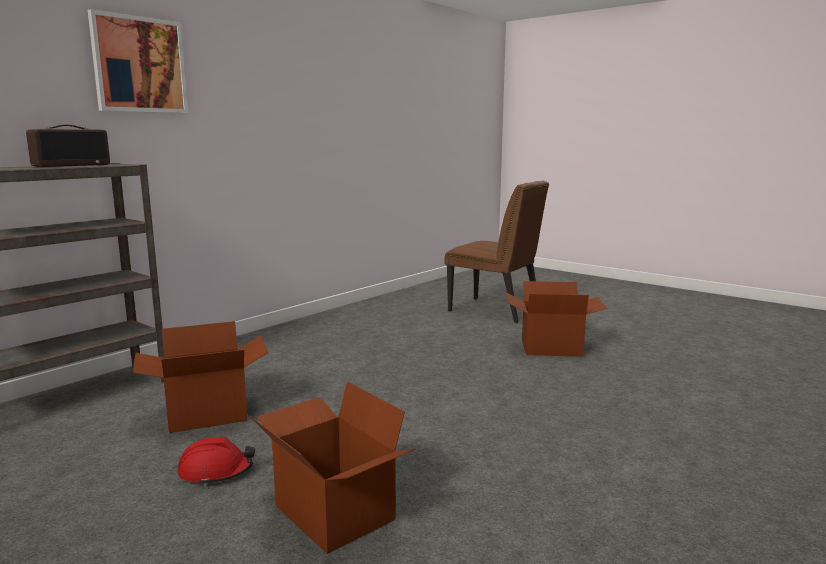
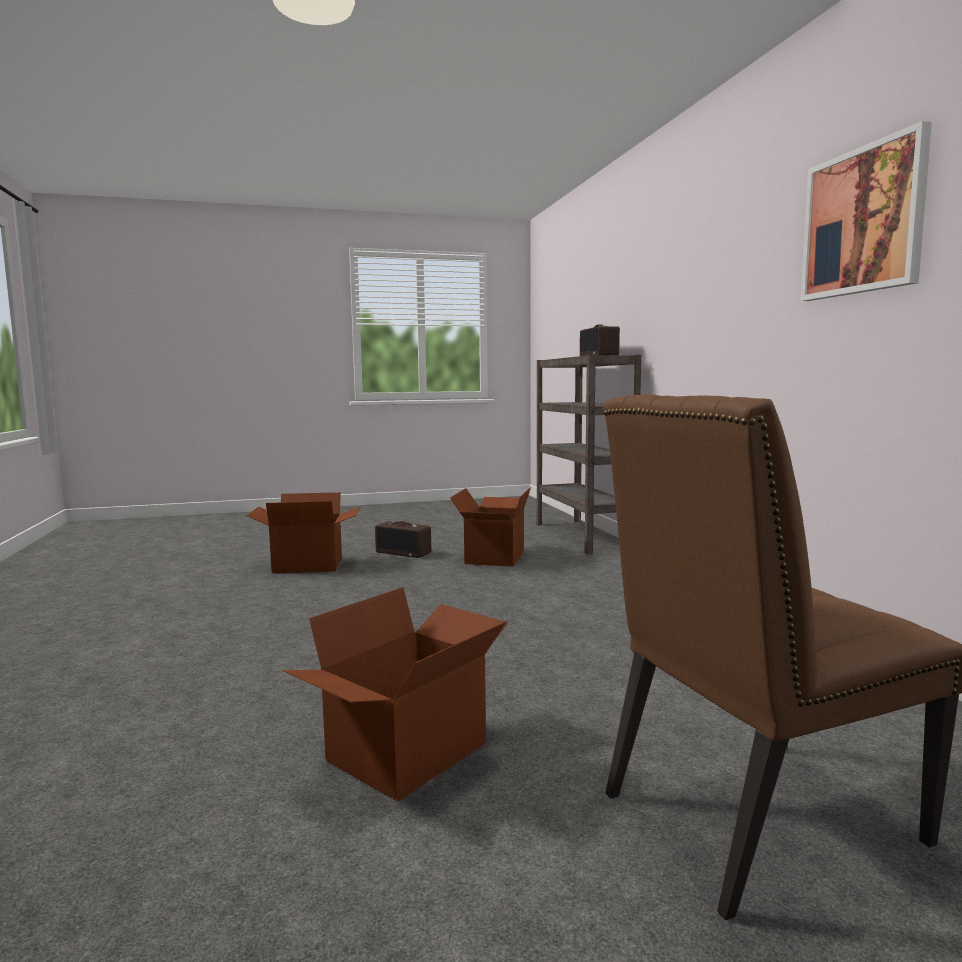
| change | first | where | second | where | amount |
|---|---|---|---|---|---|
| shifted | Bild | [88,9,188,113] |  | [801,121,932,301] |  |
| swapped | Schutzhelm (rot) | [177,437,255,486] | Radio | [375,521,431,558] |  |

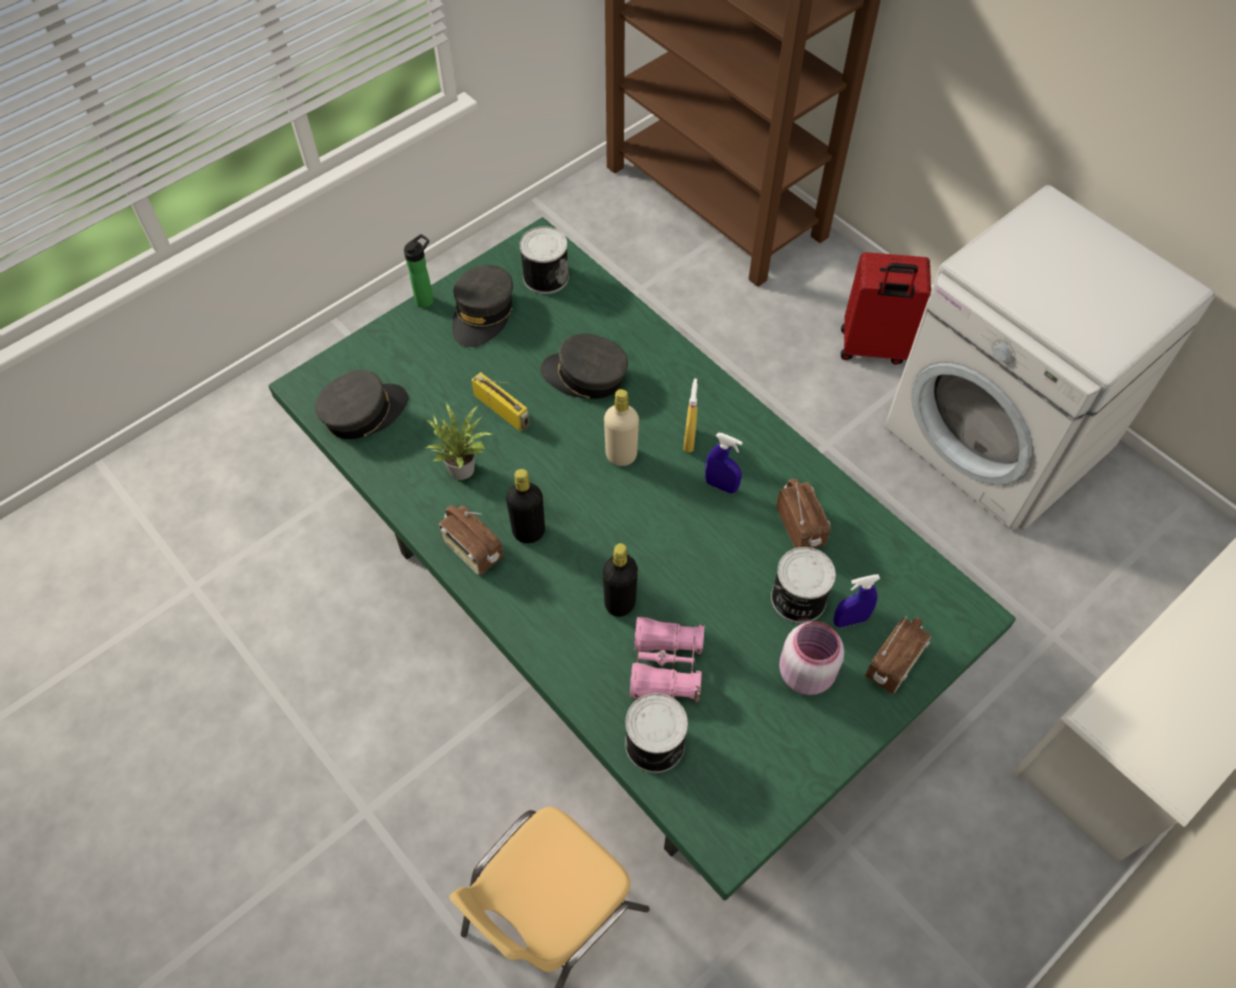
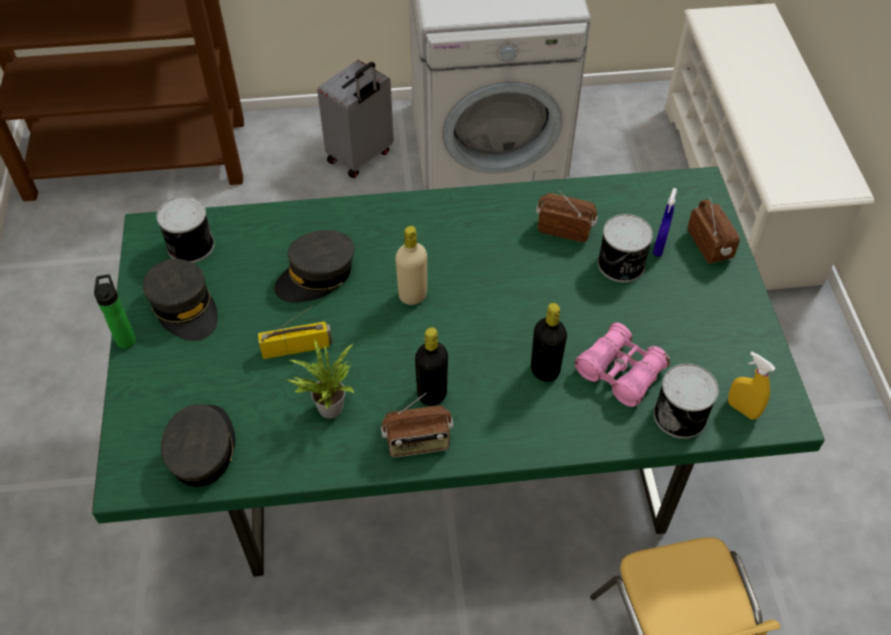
| change | first | where | second | where | amount |
|---|---|---|---|---|---|
| gone | Sprühflasche (blau) | [705,433,743,494] |  |  |  |
| gone | Vorratsglas (rosa) | [779,622,844,695] |  |  |  |
| shifted | Sprühflasche (gelb) | [683,378,698,453] |  | [728,352,776,420] |  |
| repainted | Koffer (rot) | [841,252,931,365] | Koffer (grau) | [317,60,394,178] |  |

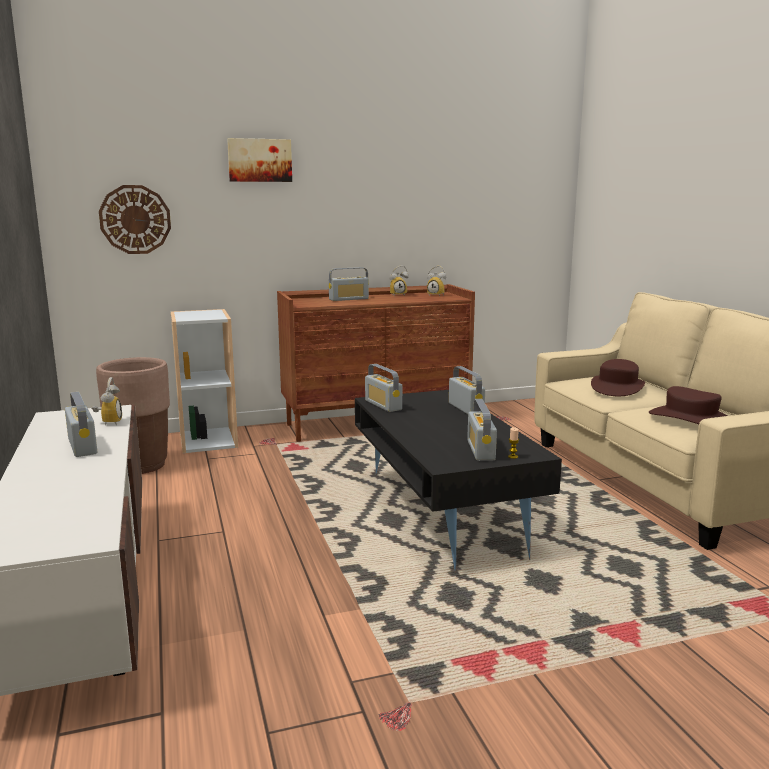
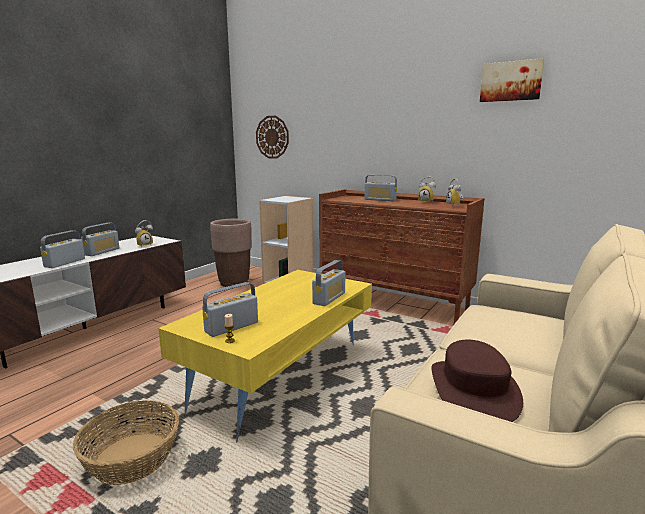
| change | first | where | second | where | amount |
|---|---|---|---|---|---|
| gone | Hut (braun) | [591,359,645,396] |  |  |  |
| new |  |  | Korb | [73,400,179,485] |  |
| shifted | Bild | [227,138,292,182] |  | [480,58,544,102] |  |
| shifted | Radio | [365,364,402,412] |  | [40,230,85,268] |  |
| repainted | Couchtisch (schwarz) | [355,390,562,573] | Couchtisch (gelb) | [158,270,372,442] |  |

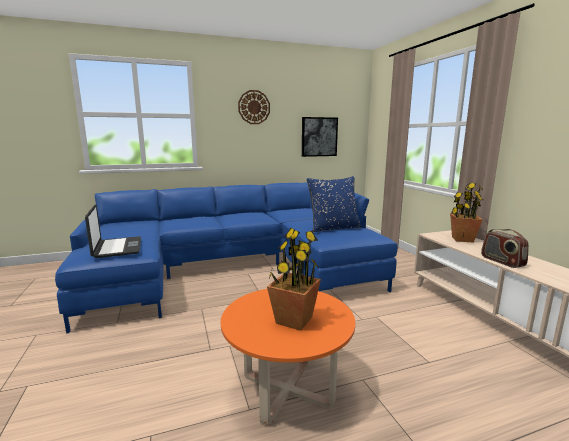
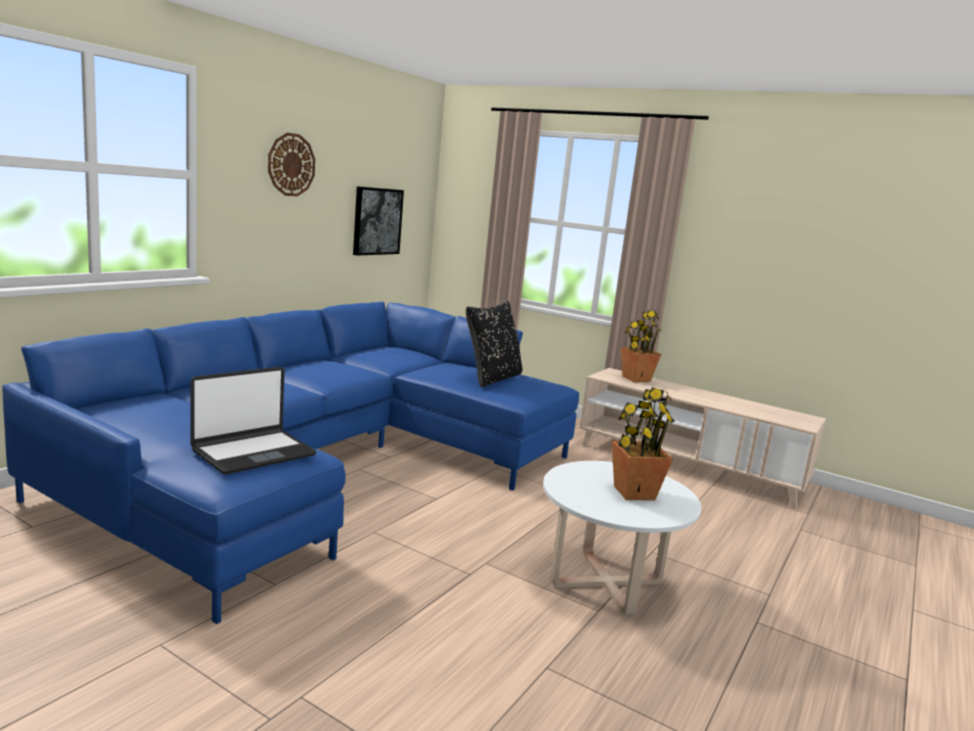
| change | first | where | second | where | amount |
|---|---|---|---|---|---|
| gone | Radio | [481,229,529,268] |  |  |  |
| repainted | Couchtisch (orange) | [221,289,355,426] | Couchtisch (weiß) | [543,461,701,615] |  |
| repainted | Kissen (blau) | [307,176,361,232] | Kissen (schwarz) | [466,300,522,388] |  |
| rotated | Laptop | [85,205,141,258] |  | [190,367,316,474] | 105 degrees clockwise |

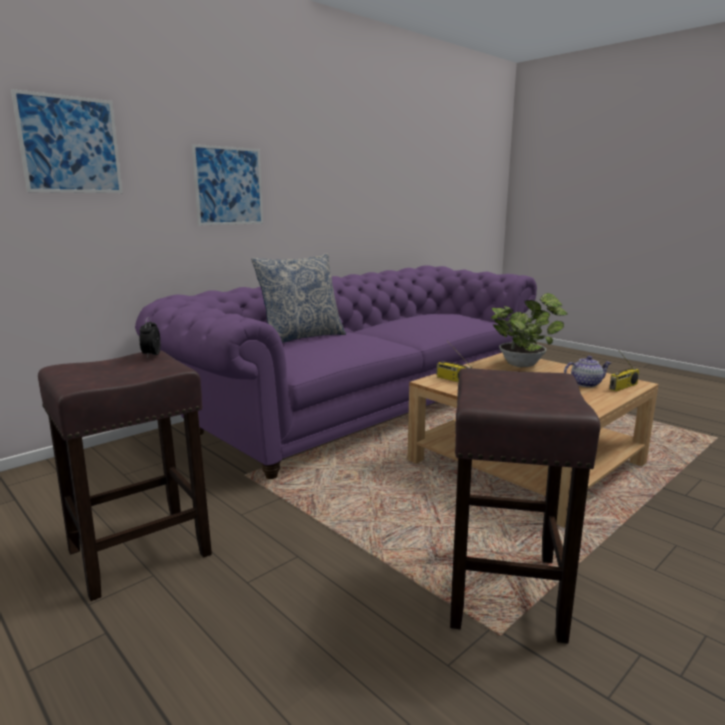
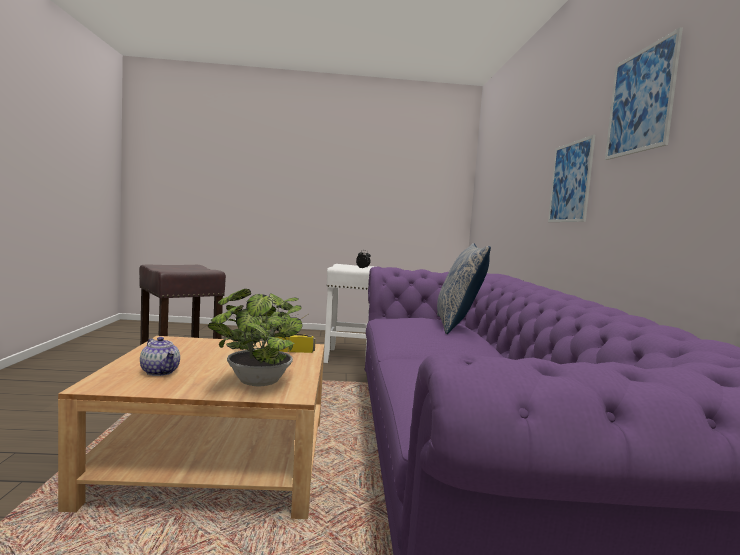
| change | first | where | second | where | amount |
|---|---|---|---|---|---|
| gone | Radio | [609,350,639,392] |  |  |  |
| shifted | Bild | [11,89,123,193] |  | [605,27,683,160] |  |
| repainted | Hocker (braun) | [38,350,212,601] | Hocker (weiß) | [324,264,376,363] |  |
| rotated | Teekanne | [564,356,611,387] |  | [140,337,180,376] | 75 degrees counterclockwise |

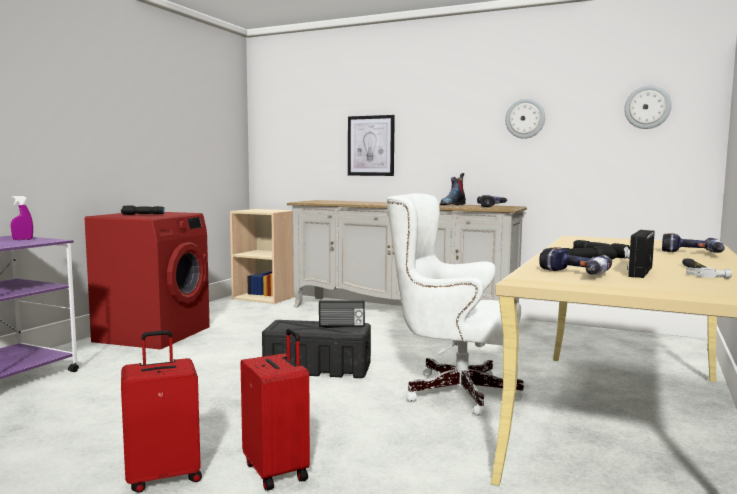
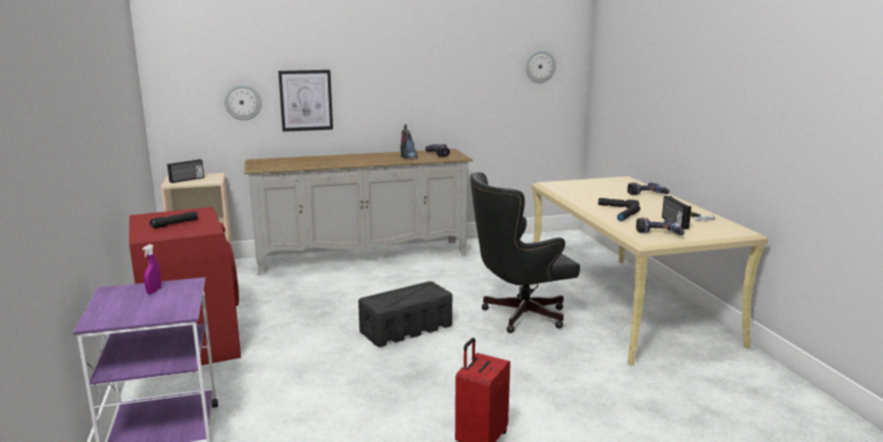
| change | first | where | second | where | amount |
|---|---|---|---|---|---|
| gone | Koffer (rot) | [240,328,310,491] |  |  |  |
| shifted | Radio | [319,300,365,327] |  | [167,159,204,183] |  |
| shifted | Wanduhr | [505,99,545,139] |  | [224,84,262,120] |  |
| repainted | Bürostuhl (weiß) | [387,193,524,416] | Bürostuhl (schwarz) | [470,172,580,333] |  |

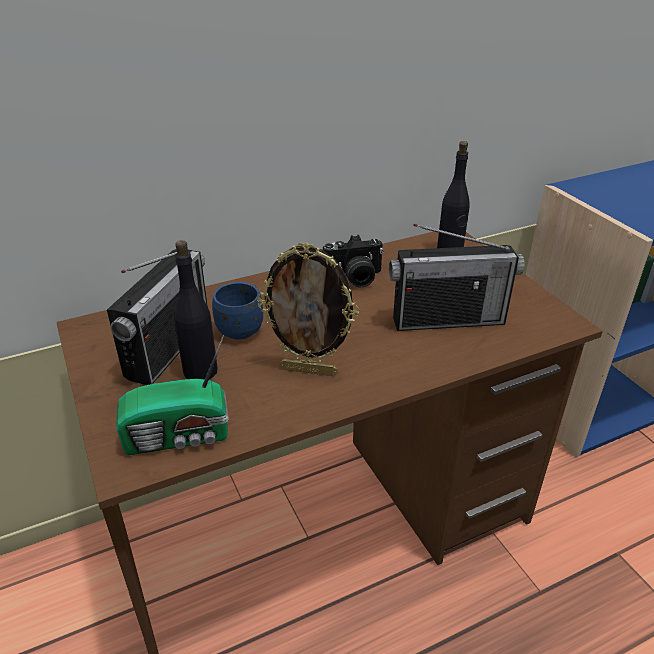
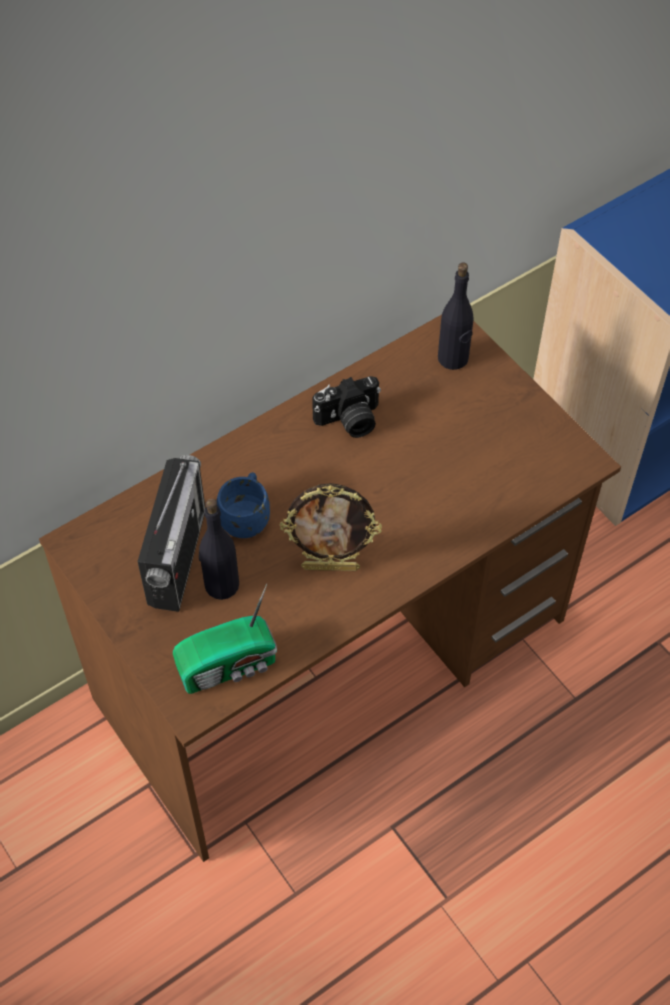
| change | first | where | second | where | amount |
|---|---|---|---|---|---|
| gone | Radio | [389,224,525,331] |  |  |  |

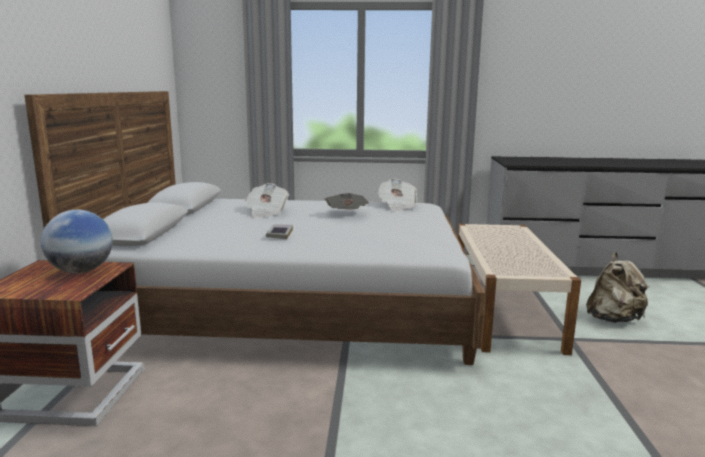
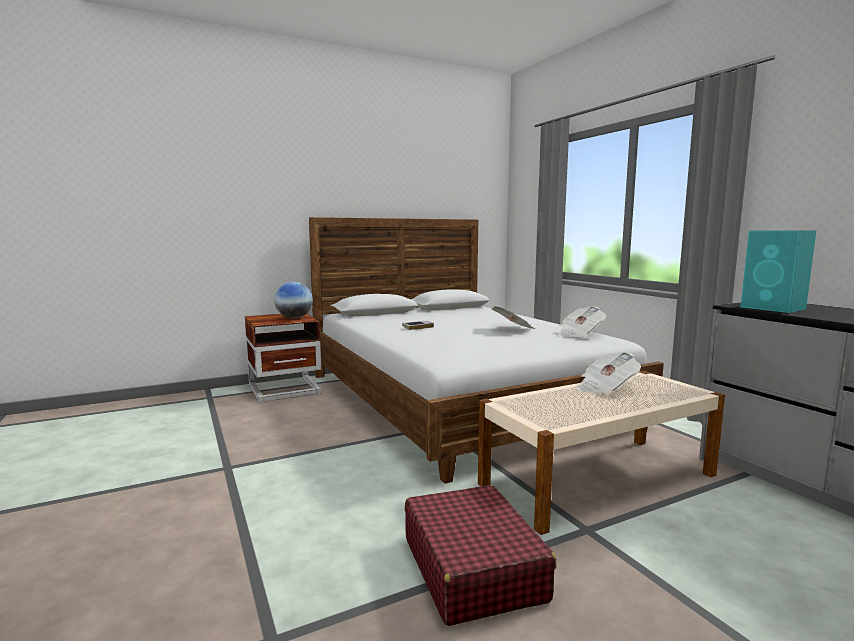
| change | first | where | second | where | amount |
|---|---|---|---|---|---|
| gone | Rucksack (beige) | [586,252,649,323] |  |  |  |
| new |  |  | Koffer (rot) | [405,485,557,626] |  |
| new |  |  | Lautsprecher (türkis) | [741,230,817,313] |  |
| shifted | Zeitung | [246,183,289,218] |  | [576,352,641,394] |  |

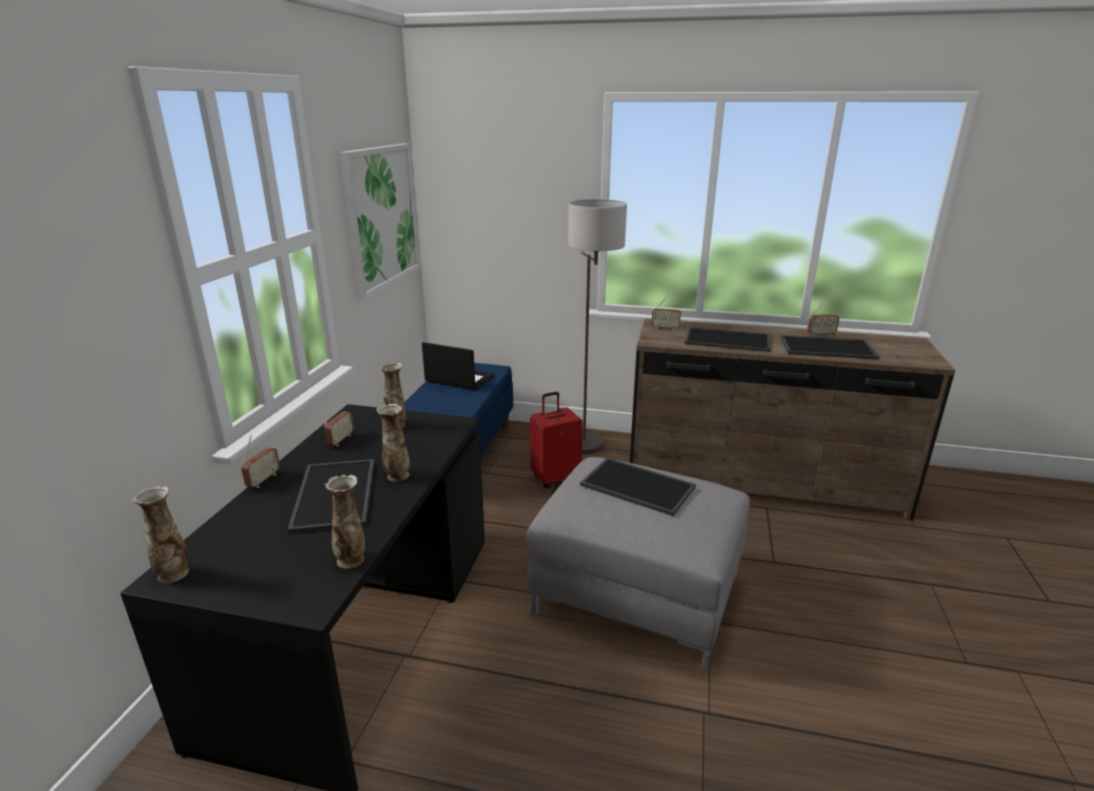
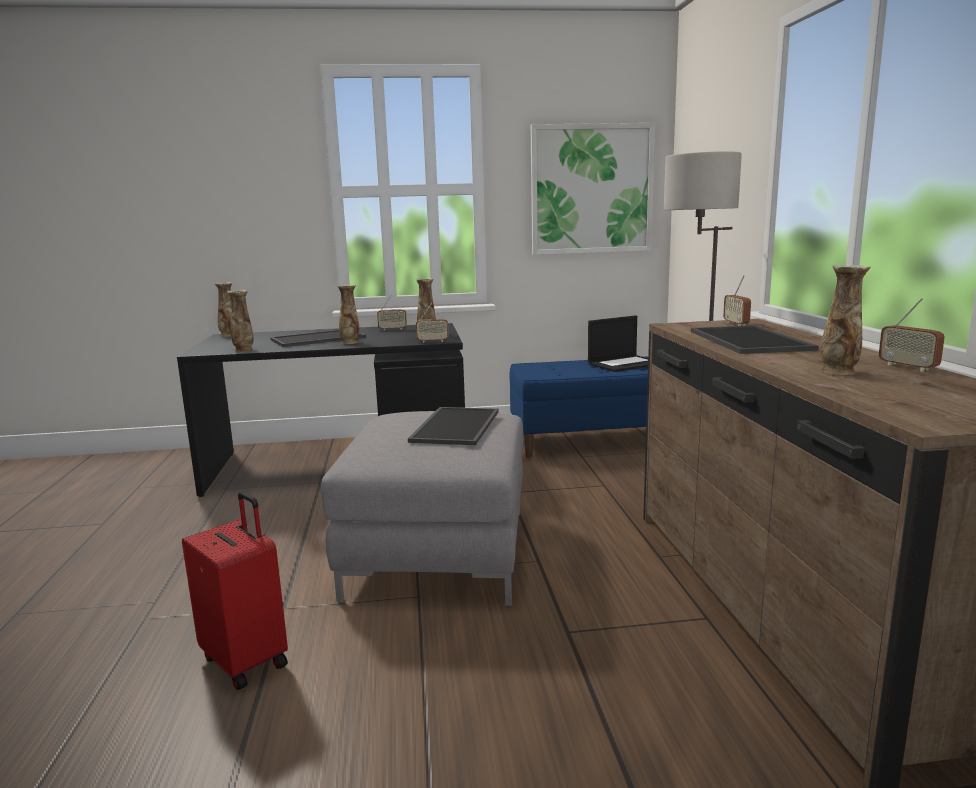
| change | first | where | second | where | amount |
|---|---|---|---|---|---|
| shifted | Radio | [241,435,280,488] |  | [416,303,448,343] |  |
| shifted | Koffer (rot) | [530,392,583,488] |  | [182,492,288,690] |  |
| swapped | Tablett | [780,335,879,360] | Vase | [820,265,871,375] |  |
| rotated | Laptop | [422,342,494,390] |  | [588,315,648,372] | 60 degrees clockwise |

